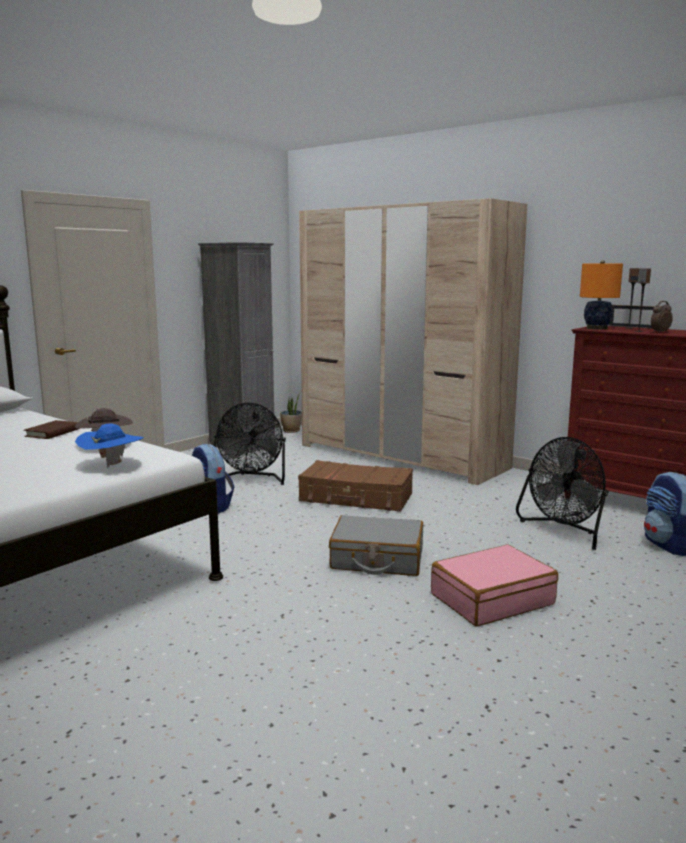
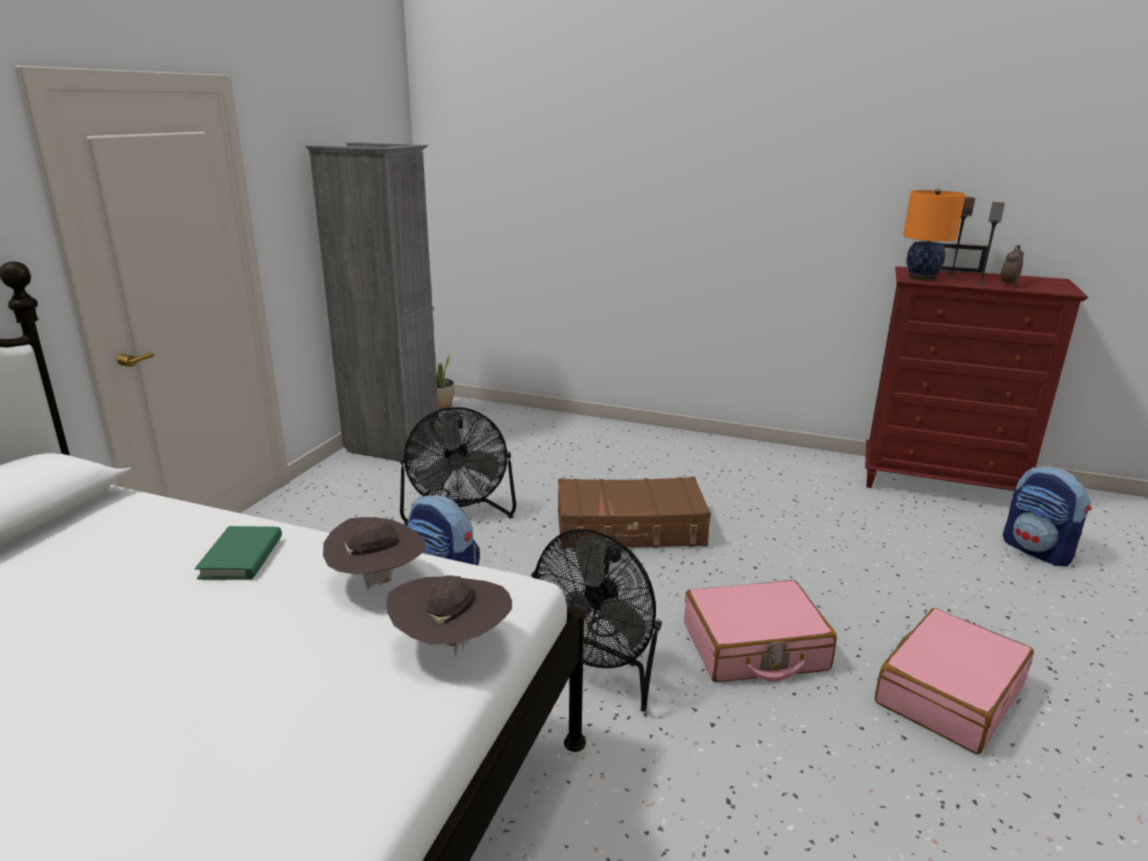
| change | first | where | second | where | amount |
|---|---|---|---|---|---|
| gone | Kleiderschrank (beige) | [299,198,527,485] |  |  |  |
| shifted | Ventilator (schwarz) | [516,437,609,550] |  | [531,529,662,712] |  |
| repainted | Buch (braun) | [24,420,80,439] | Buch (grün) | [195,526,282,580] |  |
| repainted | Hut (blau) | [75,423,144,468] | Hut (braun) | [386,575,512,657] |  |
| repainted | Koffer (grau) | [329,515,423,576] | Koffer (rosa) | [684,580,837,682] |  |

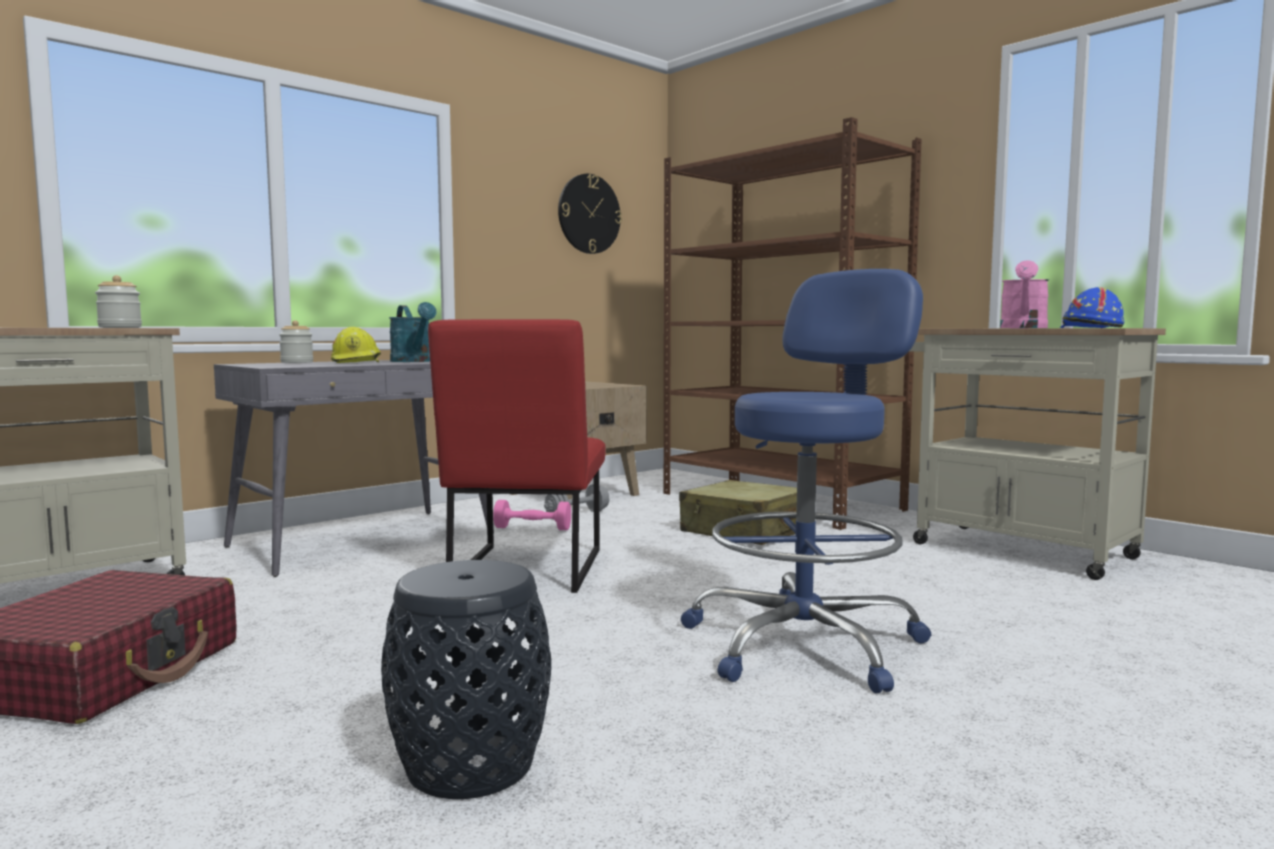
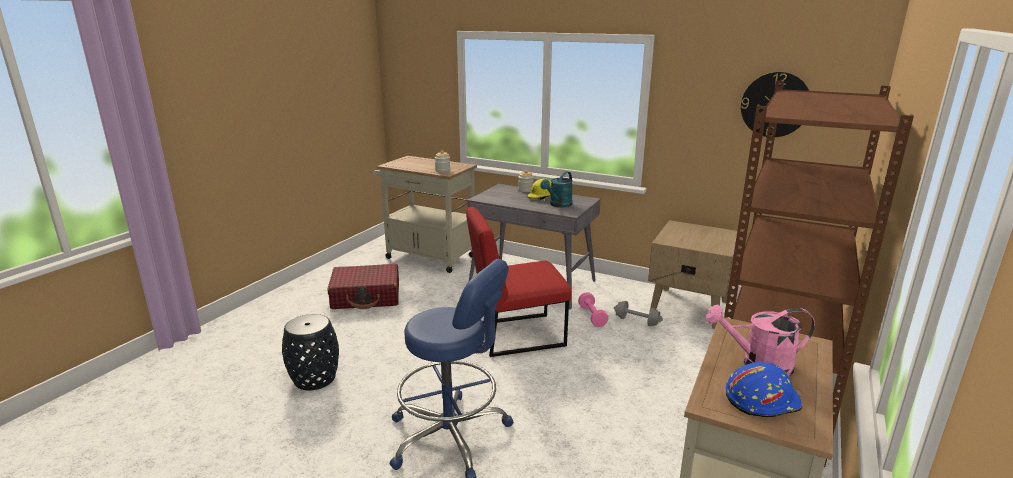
| change | first | where | second | where | amount |
|---|---|---|---|---|---|
| gone | Koffer (beige) | [679,480,797,545] |  |  |  |

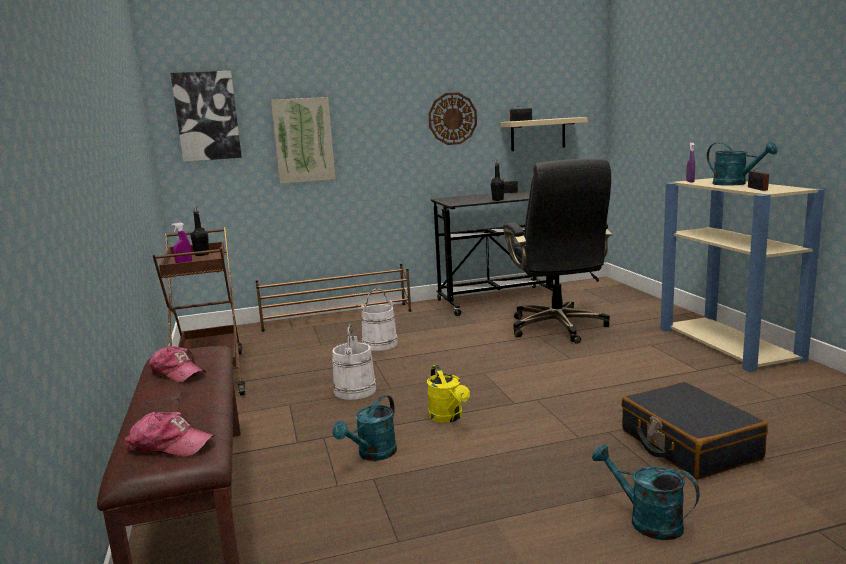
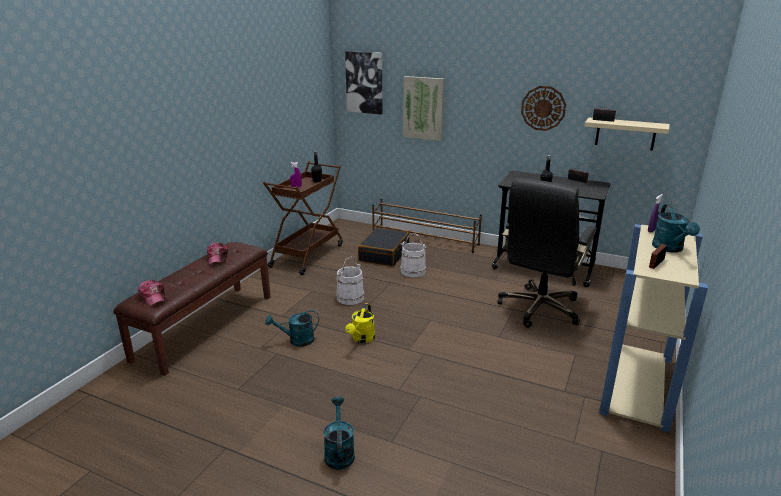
| change | first | where | second | where | amount |
|---|---|---|---|---|---|
| shifted | Koffer (schwarz) | [621,382,768,480] |  | [358,228,409,266] |  |

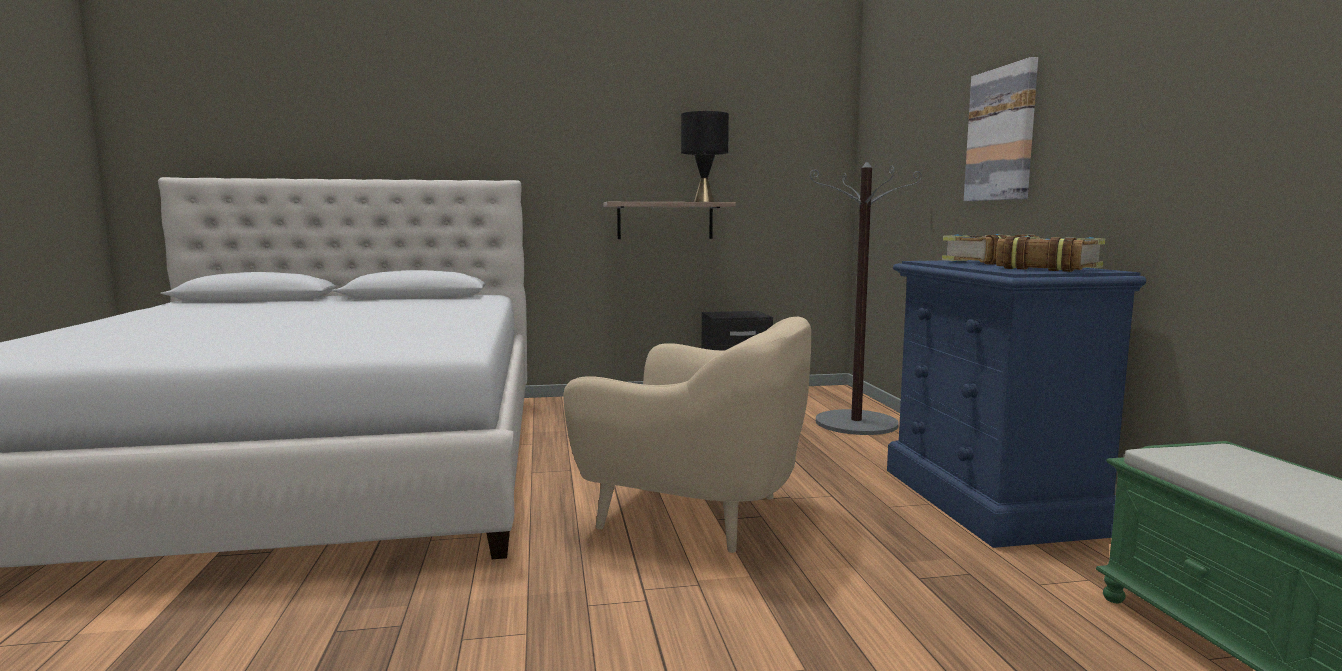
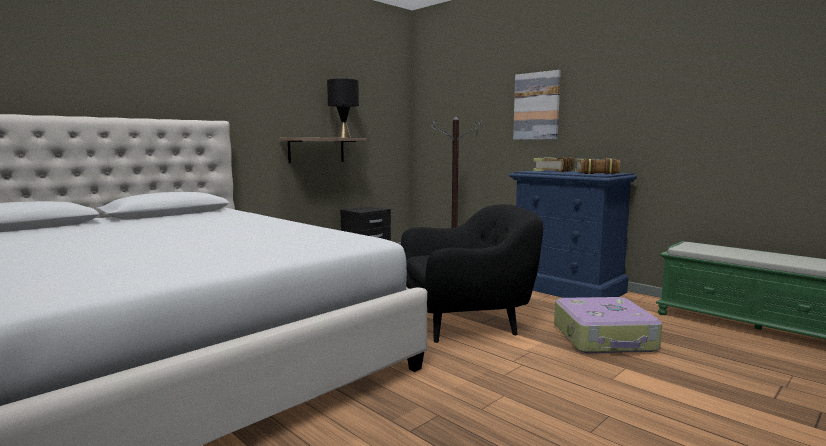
| change | first | where | second | where | amount |
|---|---|---|---|---|---|
| new |  |  | Koffer | [554,297,662,353] |  |
| repainted | Sessel (beige) | [564,317,811,553] | Sessel (schwarz) | [401,204,543,343] |  |

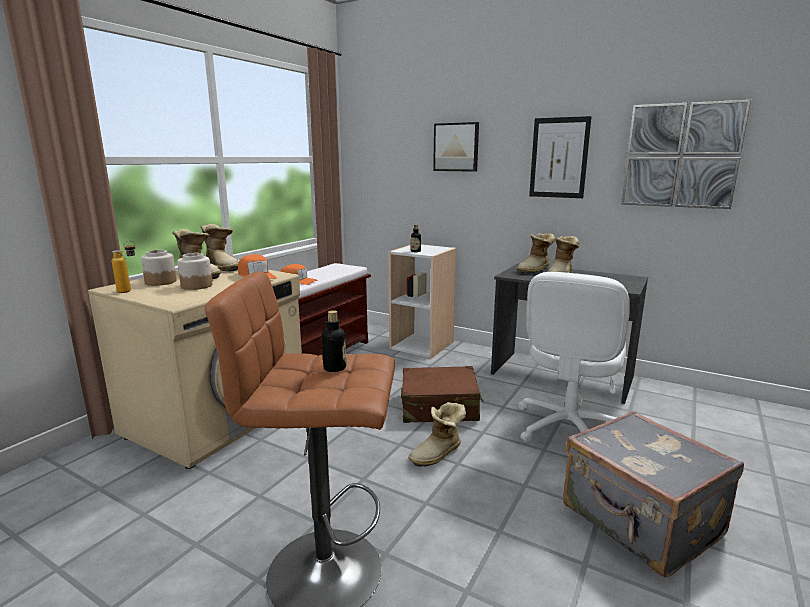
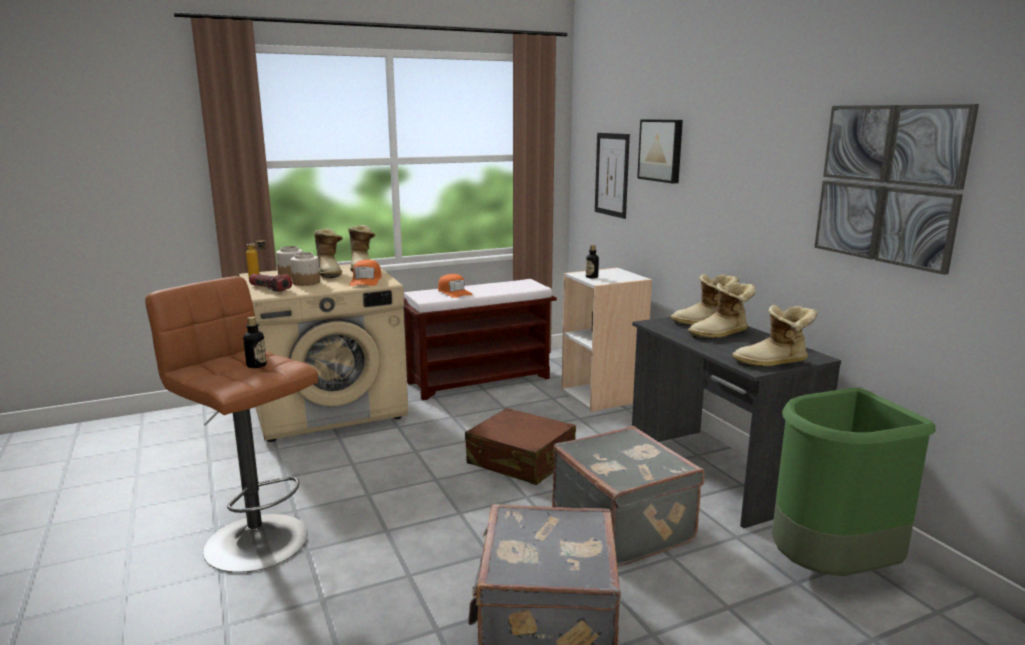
| change | first | where | second | where | amount |
|---|---|---|---|---|---|
| new |  |  | Taschenlampe | [249,274,292,292] |  |
| new |  |  | Mülleimer (grün) | [772,388,936,576] |  |
| shifted | Stiefel | [409,402,466,467] |  | [732,305,818,367] |  |
| shifted | Bild | [529,116,592,198] |  | [595,133,630,219] |  |
| swapped | Bürostuhl (weiß) | [518,272,630,443] | Koffer (grau) | [552,426,705,567] |  |

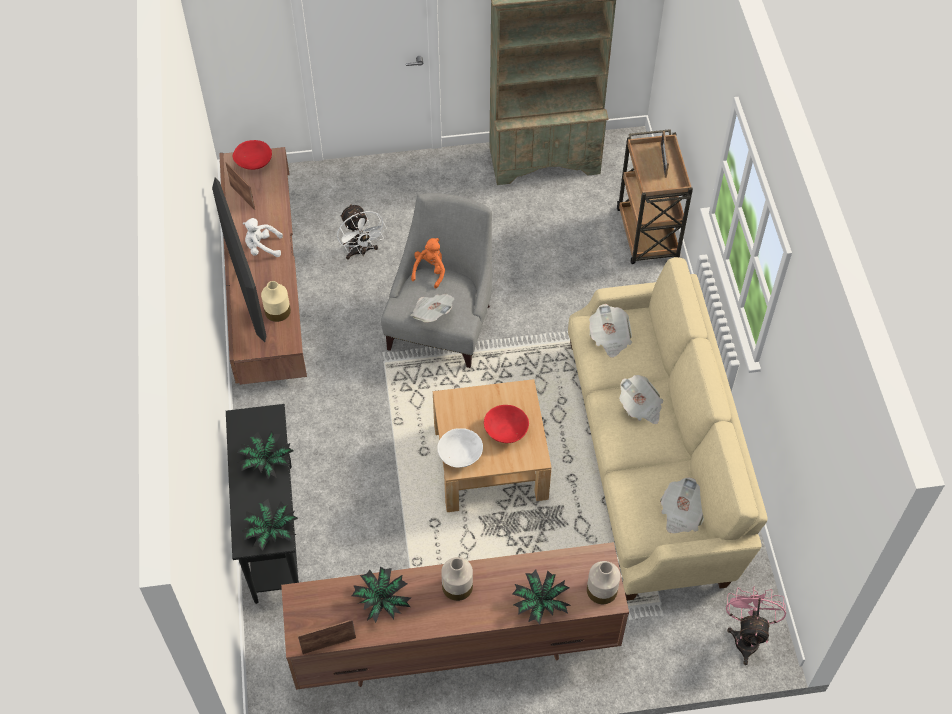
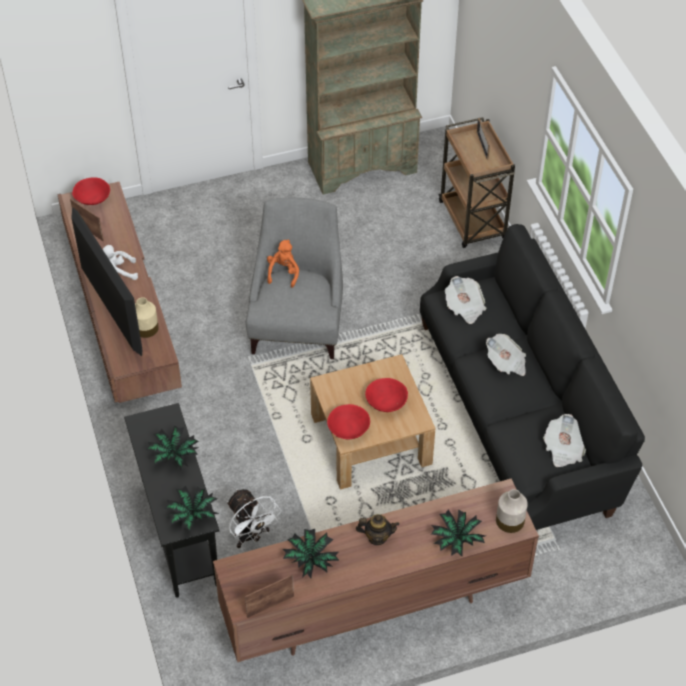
| change | first | where | second | where | amount |
|---|---|---|---|---|---|
| gone | Zeitung | [410,294,454,322] |  |  |  |
| gone | Ventilator (rosa) | [726,586,786,665] |  |  |  |
| shifted | Ventilator (weiß) | [337,204,387,260] |  | [227,489,281,548] |  |
| swapped | Vase (beige) | [441,557,473,601] | Teekanne | [356,514,399,545] |  |
| repainted | Schüssel (weiß) | [437,428,483,468] | Schüssel (rot) | [327,404,370,439] |  |
| repainted | Sofa (beige) | [568,257,768,600] | Sofa (schwarz) | [420,224,645,530] |  |

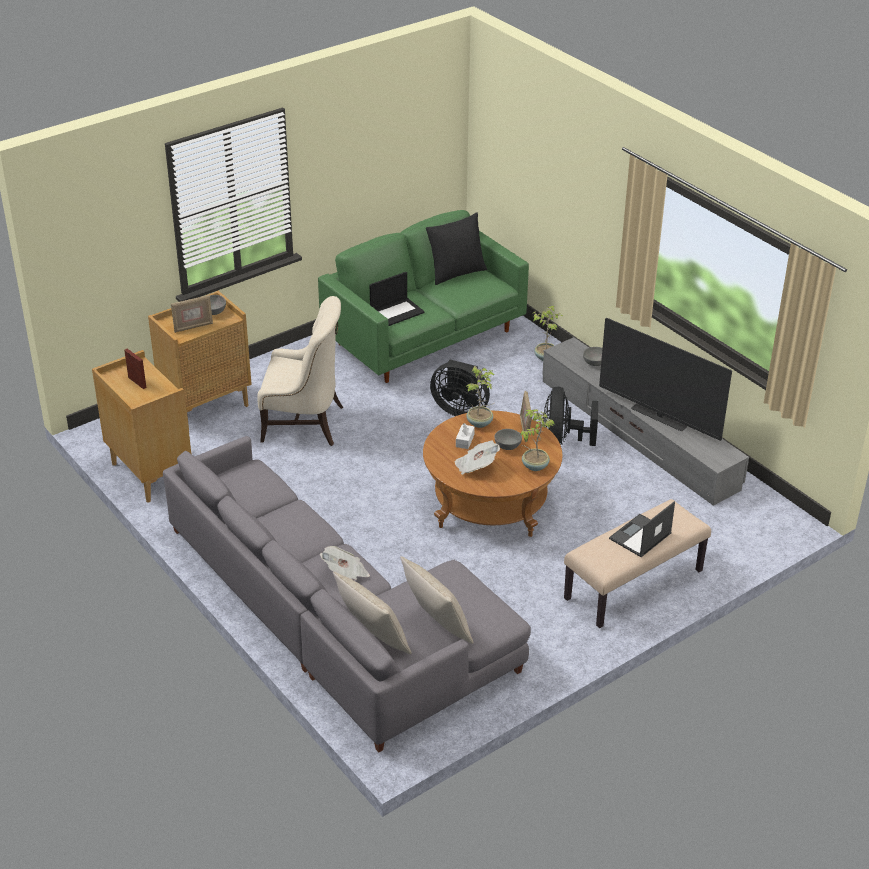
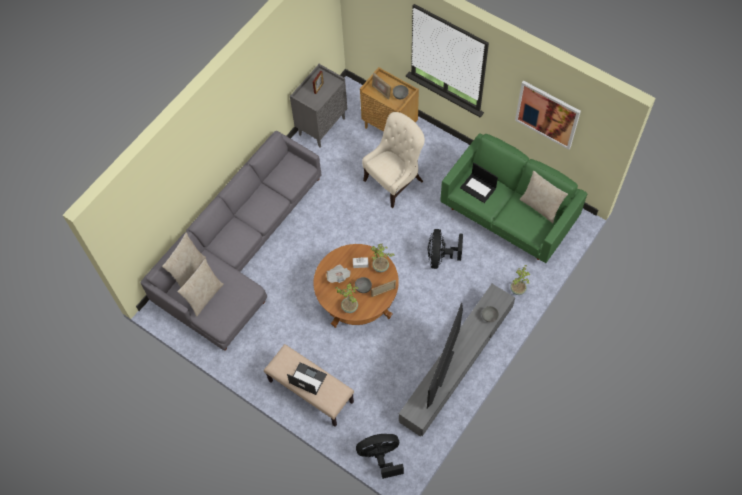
| change | first | where | second | where | amount |
|---|---|---|---|---|---|
| gone | Zeitung | [320,546,370,580] |  |  |  |
| new |  |  | Bild | [515,81,581,150] |  |
| shifted | Ventilator (schwarz) | [543,387,598,446] |  | [356,434,404,479] |  |
| repainted | Schrank (braun) | [92,350,191,503] | Schrank (grau) | [290,64,347,148] |  |
| repainted | Kissen (schwarz) | [426,212,487,285] | Kissen (beige) | [520,171,568,223] |  |
| rotated | Sessel (beige) | [257,296,343,446] |  | [362,112,425,208] | 120 degrees counterclockwise |

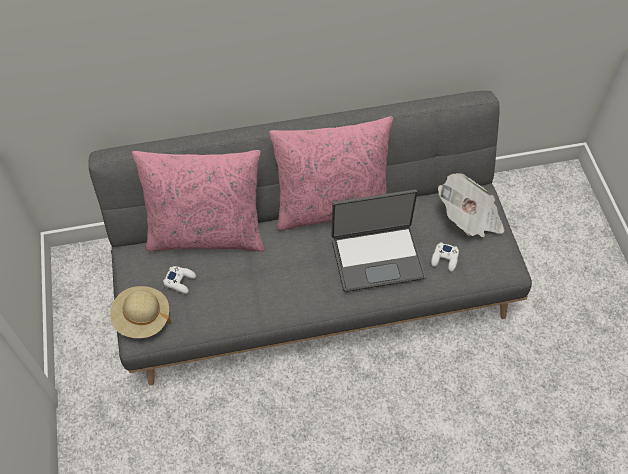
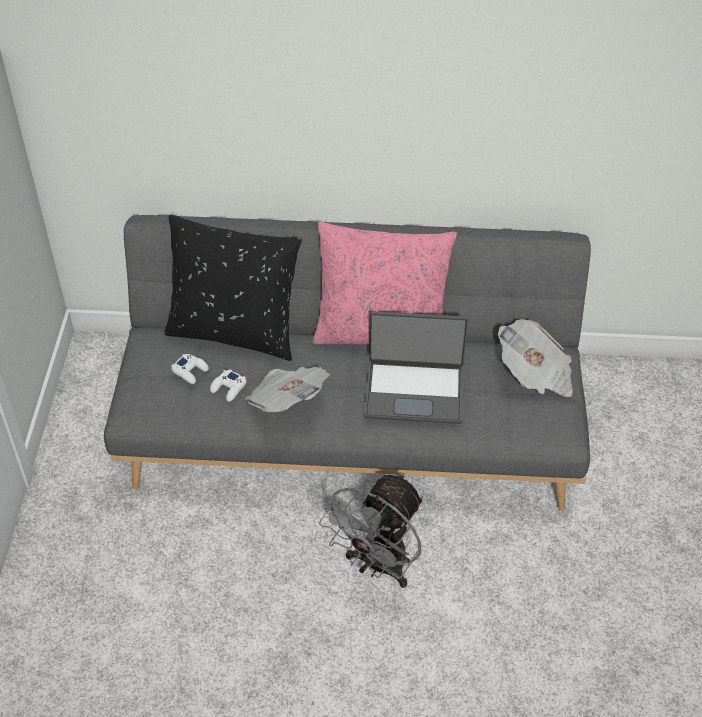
| change | first | where | second | where | amount |
|---|---|---|---|---|---|
| gone | Hut (beige) | [110,286,171,338] |  |  |  |
| new |  |  | Zeitung | [245,367,330,412] |  |
| new |  |  | Ventilator (grau) | [319,474,423,588] |  |
| shifted | Gamepad (weiß) | [431,242,459,272] |  | [210,369,246,402] |  |
| repainted | Kissen (rosa) | [132,150,265,251] | Kissen (schwarz) | [164,215,302,361] |  |

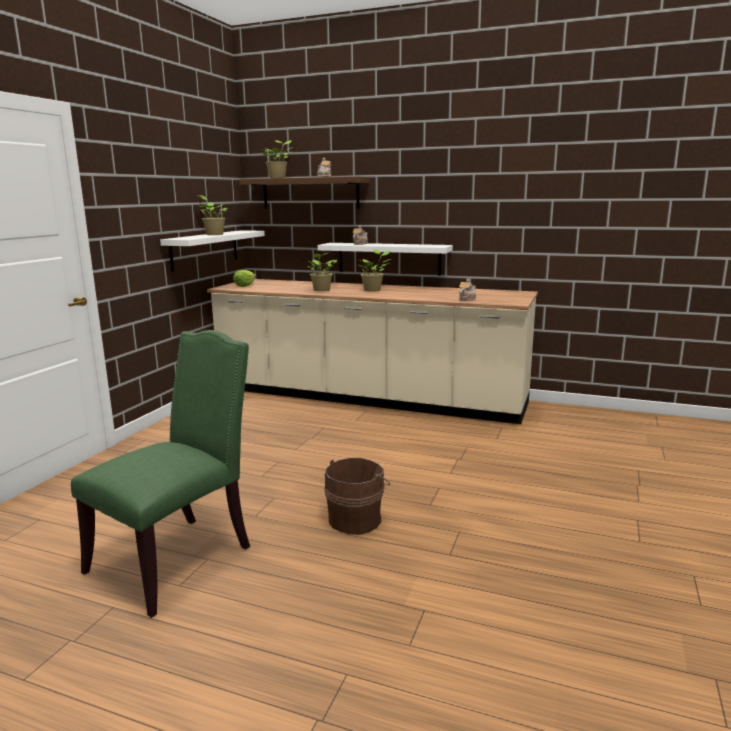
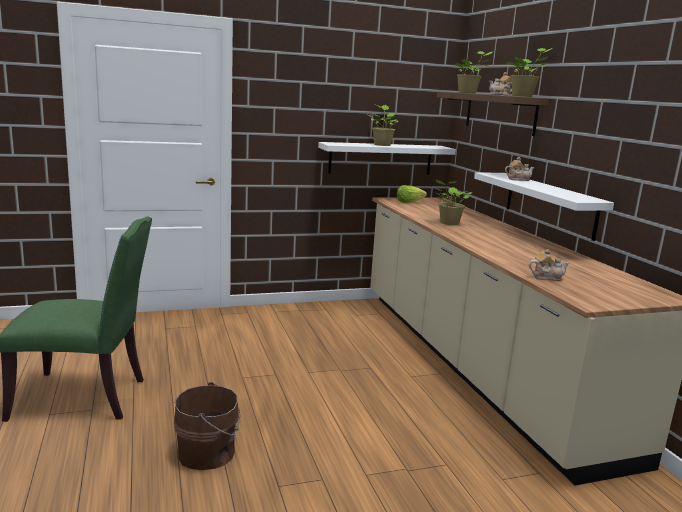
| change | first | where | second | where | amount |
|---|---|---|---|---|---|
| shifted | Topfpflanze | [359,250,391,292] |  | [506,48,553,97] |  |

